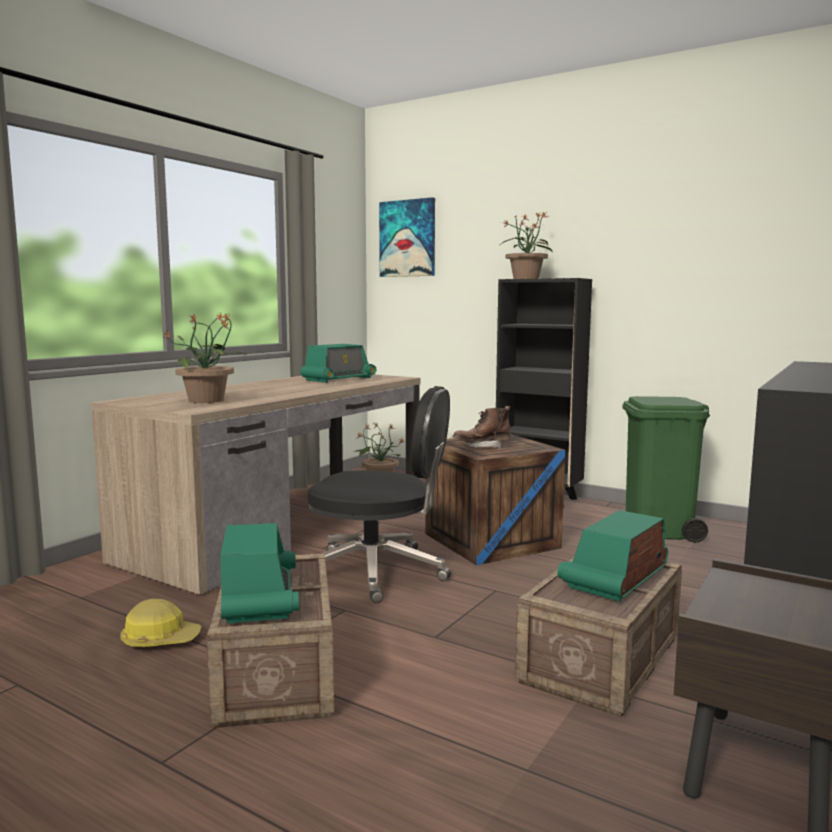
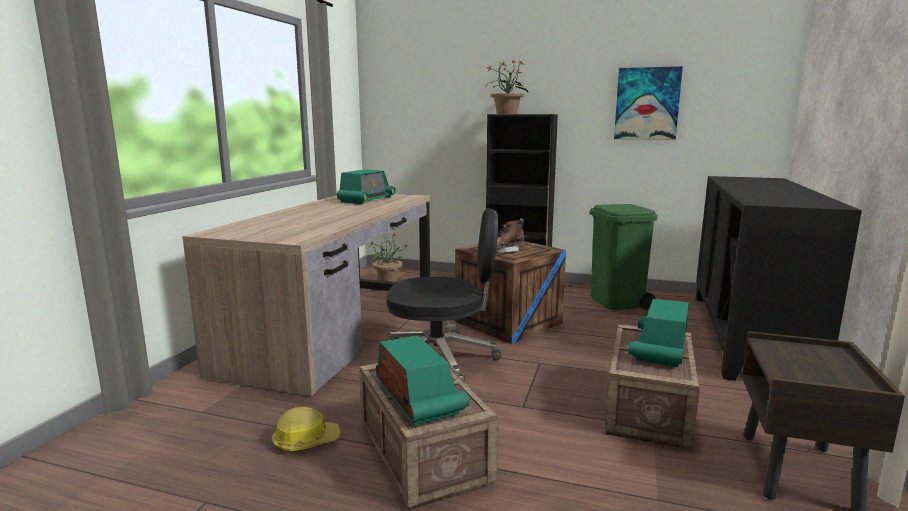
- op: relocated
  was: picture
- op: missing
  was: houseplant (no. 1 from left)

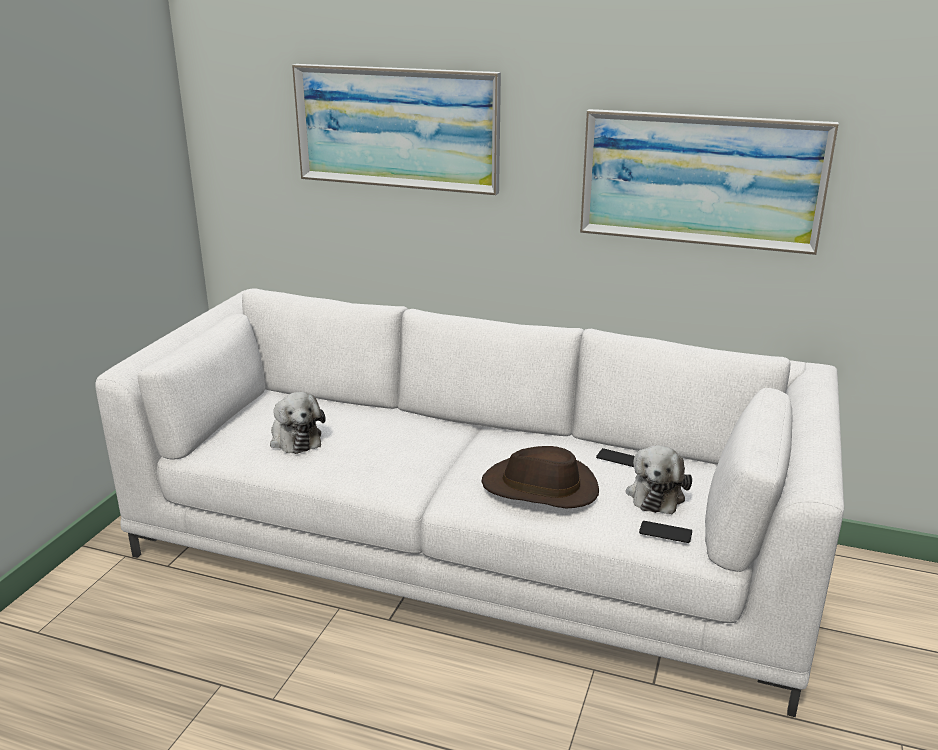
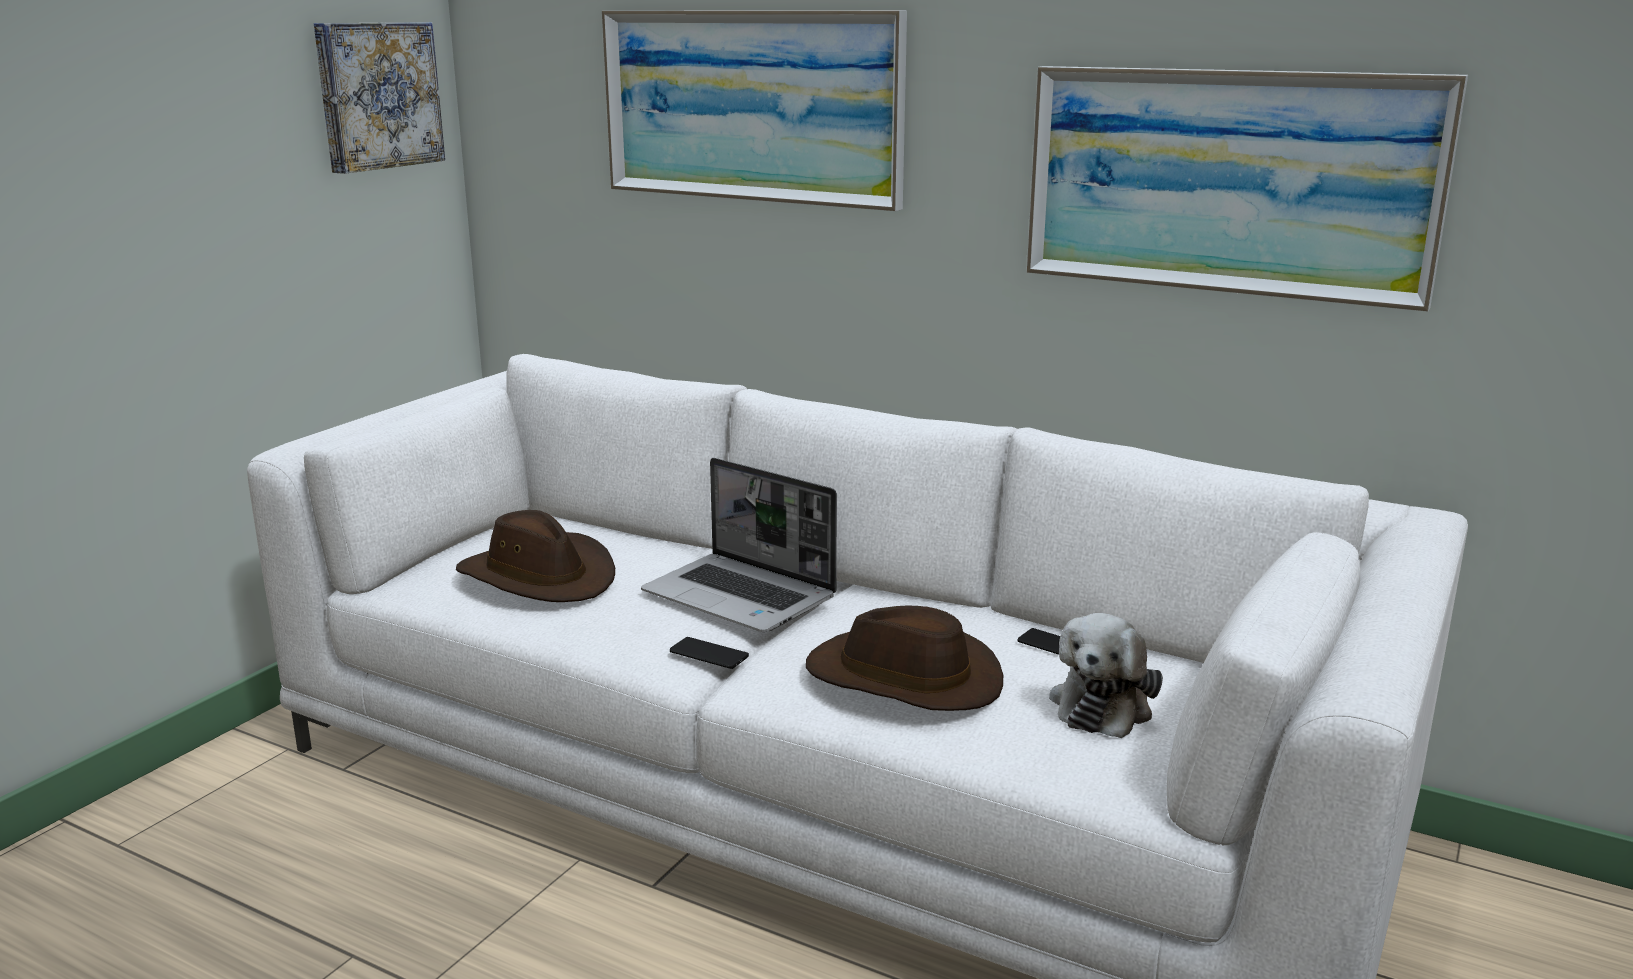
- op: appeared
  now: picture (no. 1 from left)
- op: exchanged
  was: cuddly toy (no. 1 from left)
  now: hat (brown-coloured) (no. 1 from left)
- op: appeared
  now: portable computer
- op: relocated
  was: telephone (no. 2 from left in the first image)
  now: telephone (no. 1 from left)

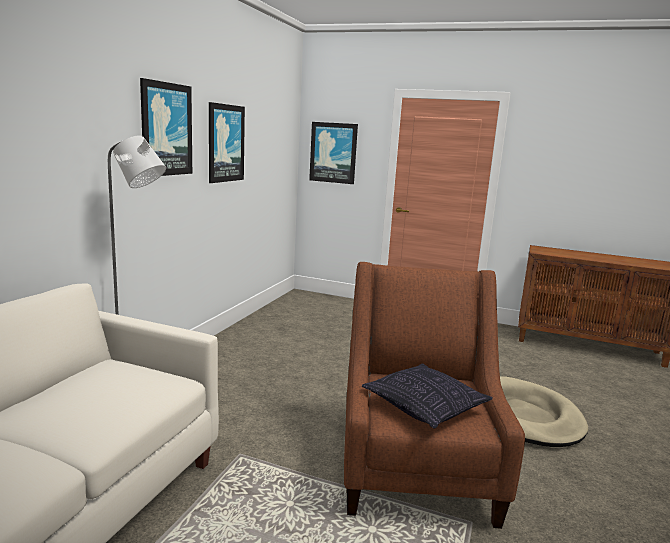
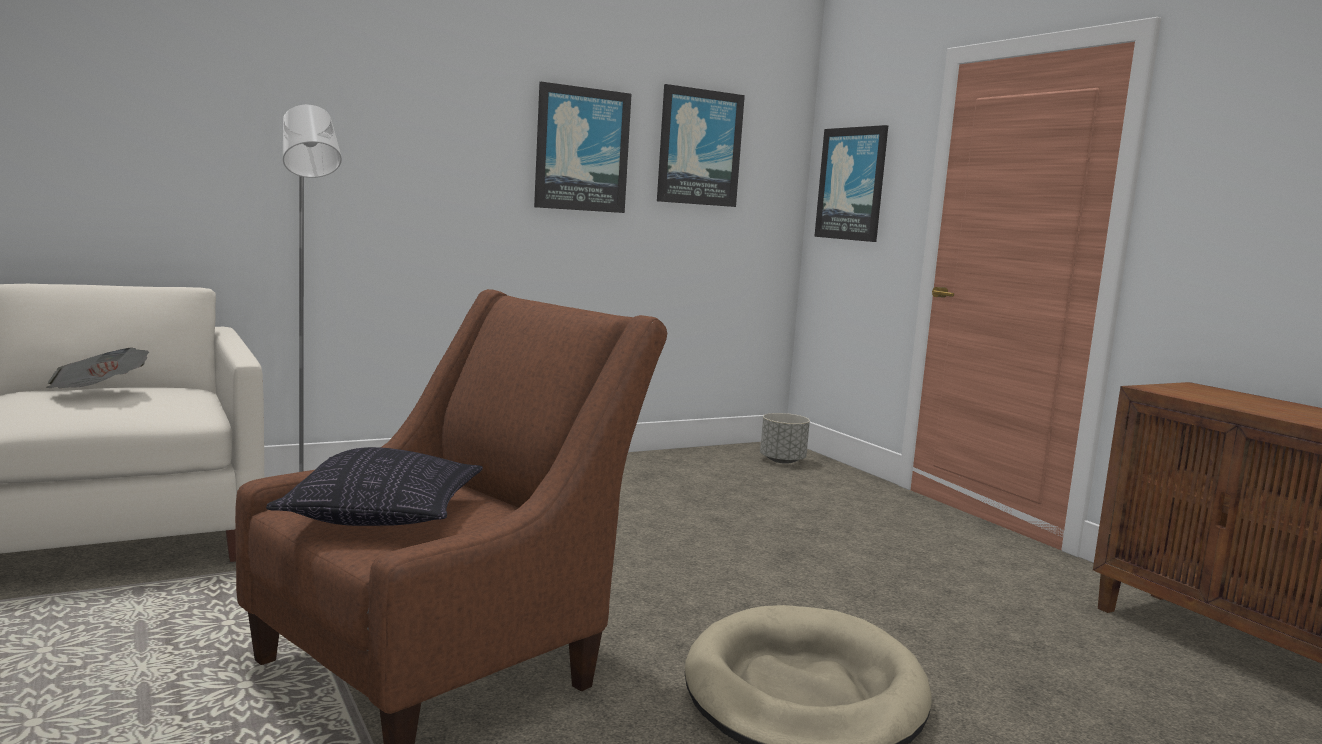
- op: appeared
  now: printed paper
- op: relocated
  was: picture (no. 1 from left in the first image)
  now: picture (no. 2 from left)
- op: appeared
  now: planter (gray)

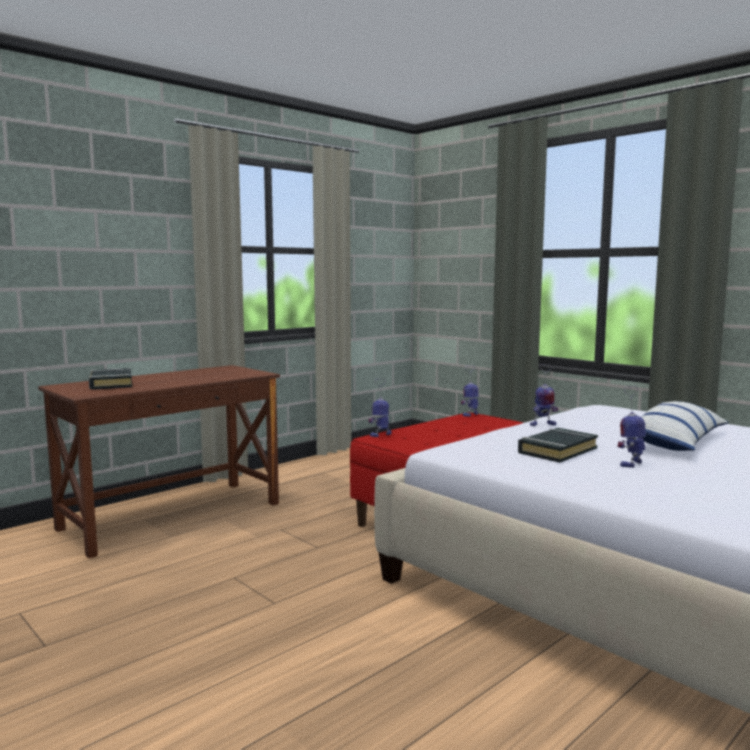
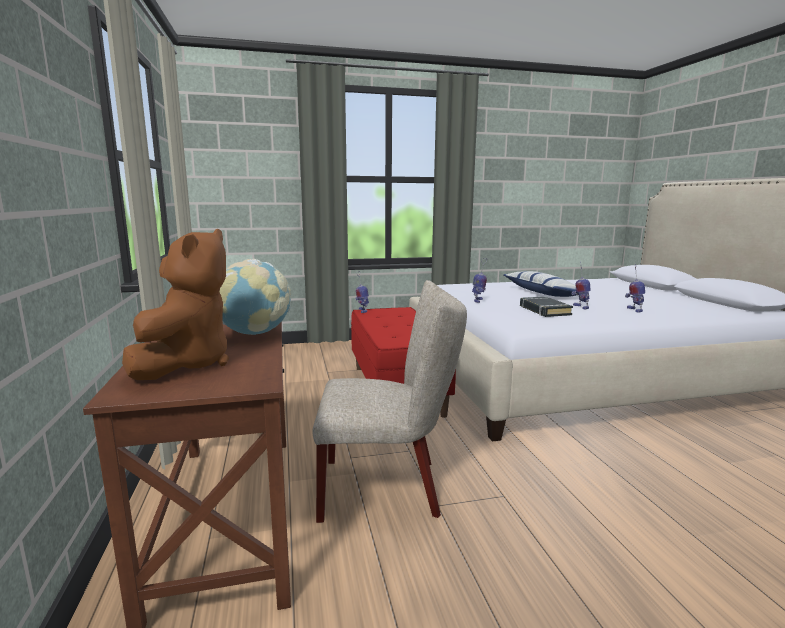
- op: exchanged
  was: book (blackish) (no. 1 from left)
  now: cuddly toy (brown-coloured)
- op: appeared
  now: globe
- op: appeared
  now: chair (beige)
- op: relocated
  was: toy robot (no. 1 from left in the first image)
  now: toy robot (no. 4 from left)

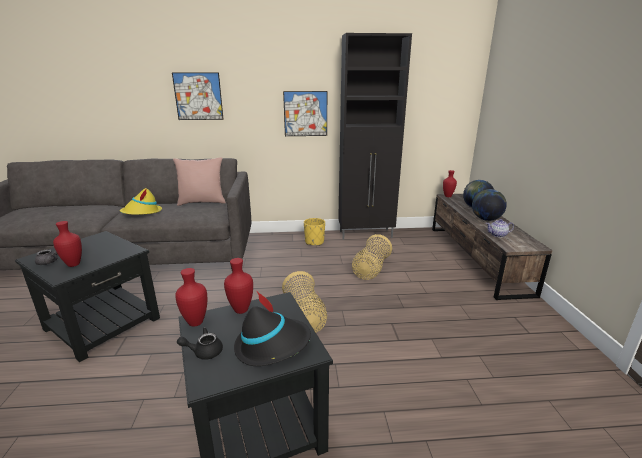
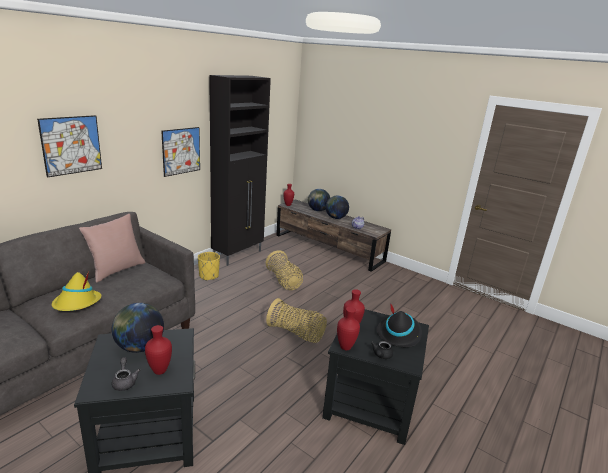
- op: appeared
  now: globe (no. 1 from left)

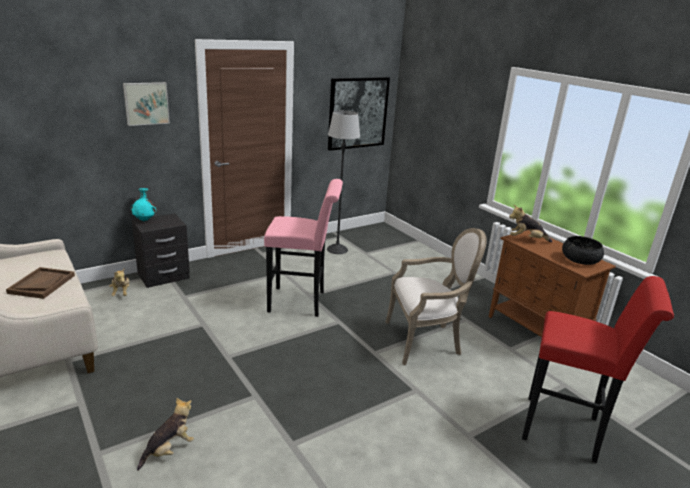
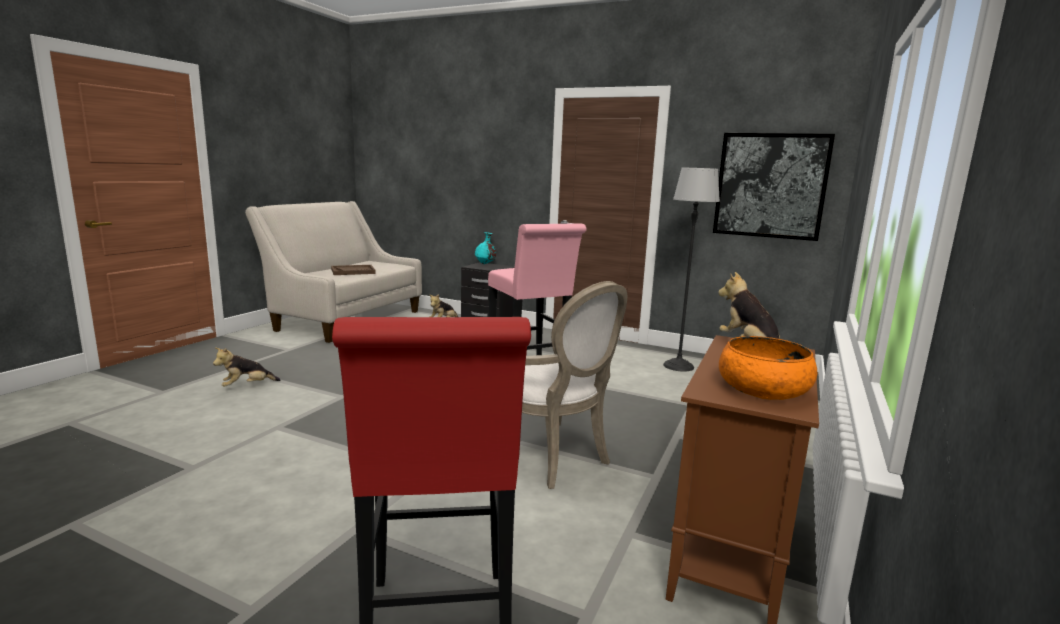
- op: spun
  was: cuddly toy (no. 2 from left in the first image)
  clockwise: 135
- op: colour
  was: bowl (blackish)
  now: bowl (orange)
- op: missing
  was: picture (no. 1 from left)

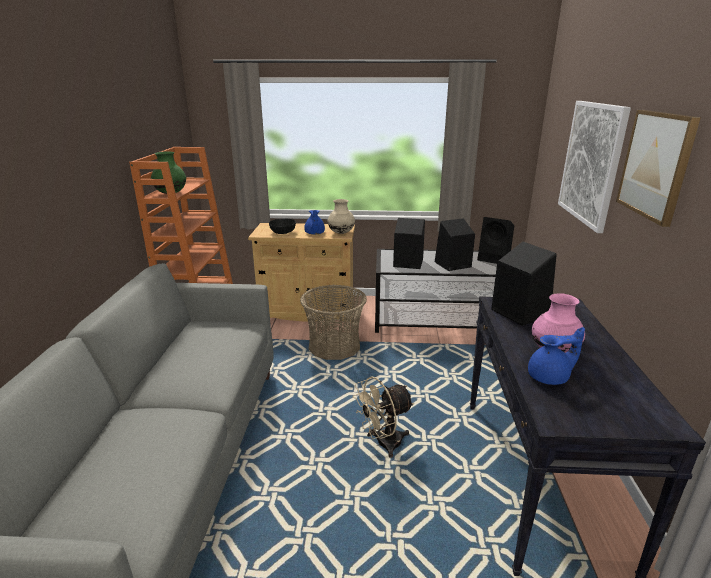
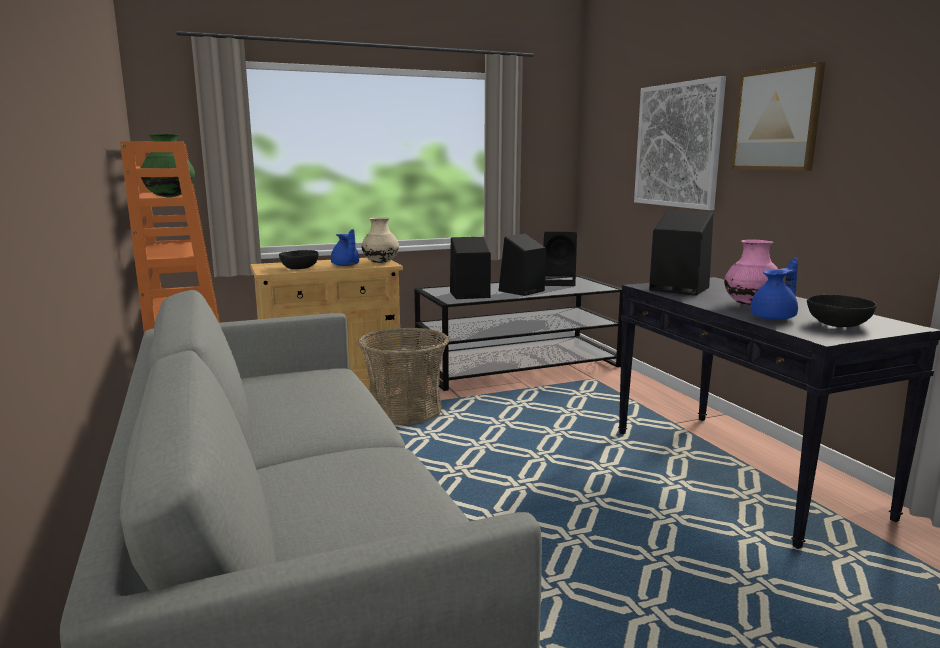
- op: appeared
  now: bowl (blackish) (no. 2 from left)
- op: missing
  was: electric fan (beige)

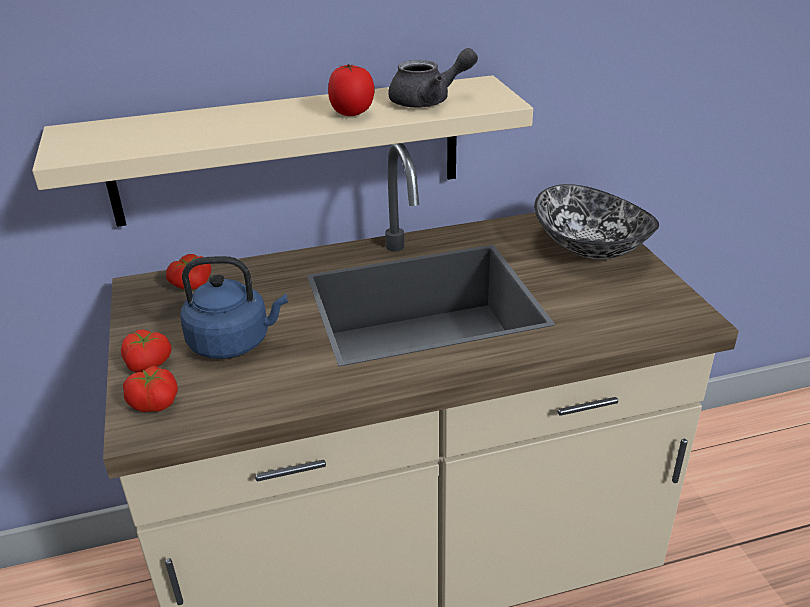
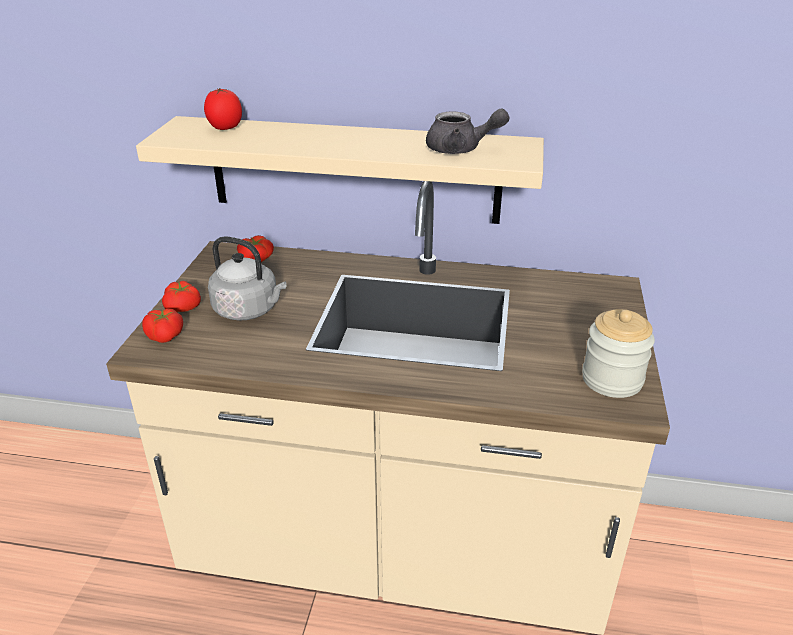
- op: relocated
  was: tomato (no. 4 from left in the first image)
  now: tomato (no. 3 from left)
- op: colour
  was: kettle (bluish)
  now: kettle (gray)
- op: appeared
  now: preserve jar
- op: missing
  was: bowl

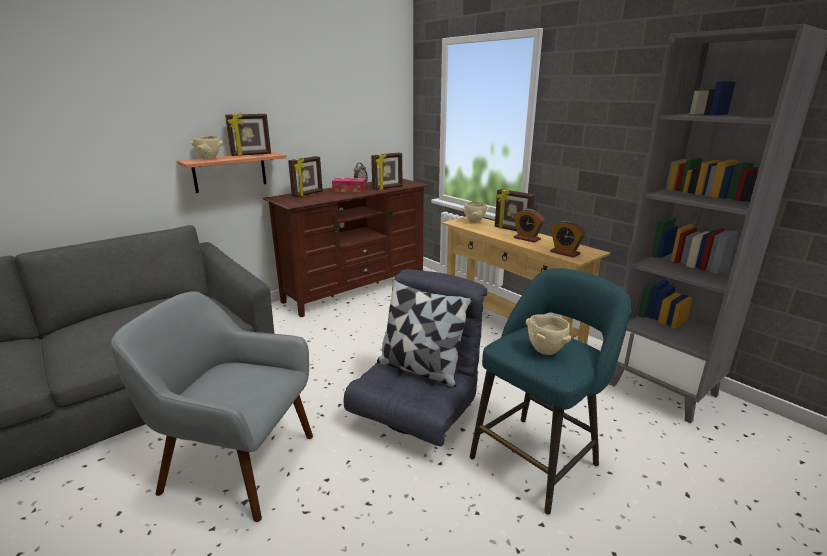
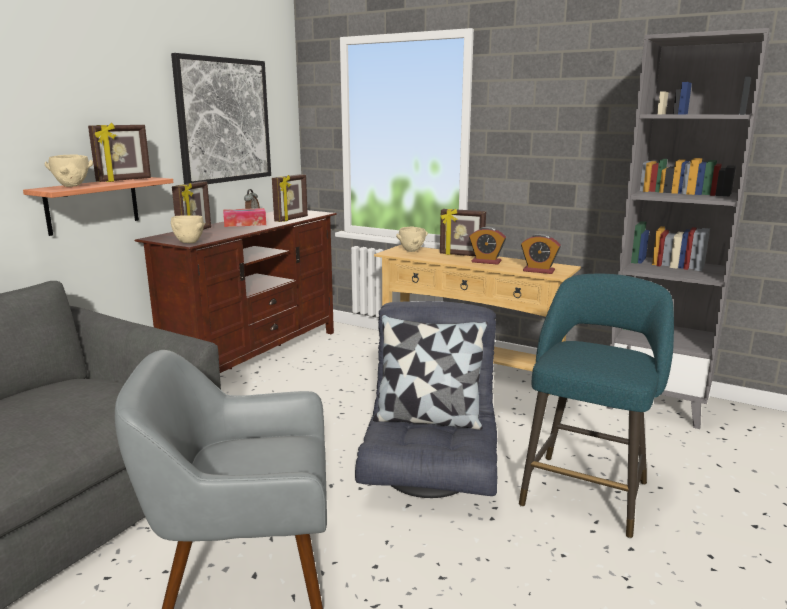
- op: appeared
  now: picture
- op: relocated
  was: bowl (beige) (no. 3 from left in the first image)
  now: bowl (beige) (no. 2 from left)

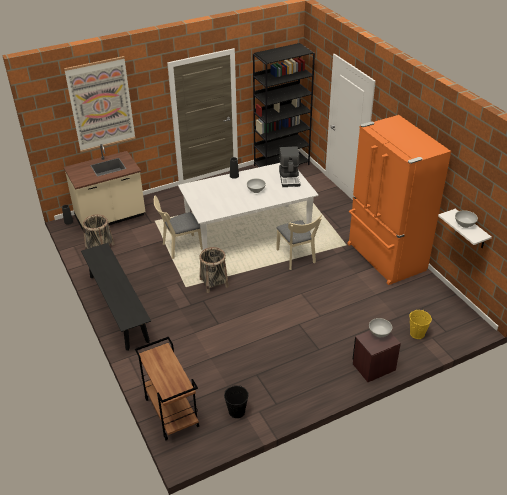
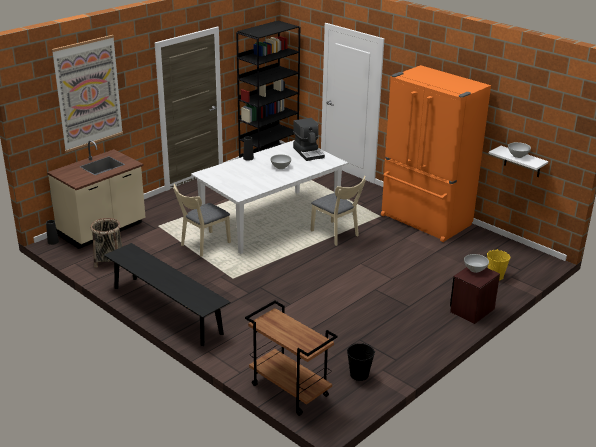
- op: missing
  was: basket (no. 2 from left)

